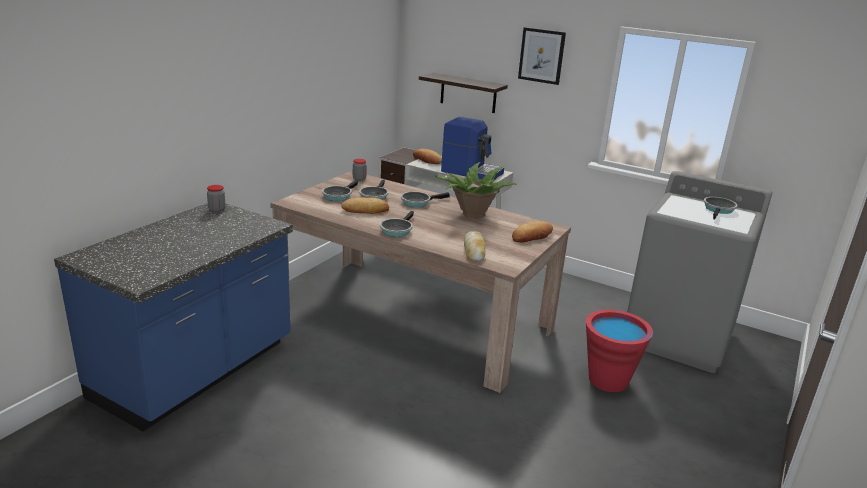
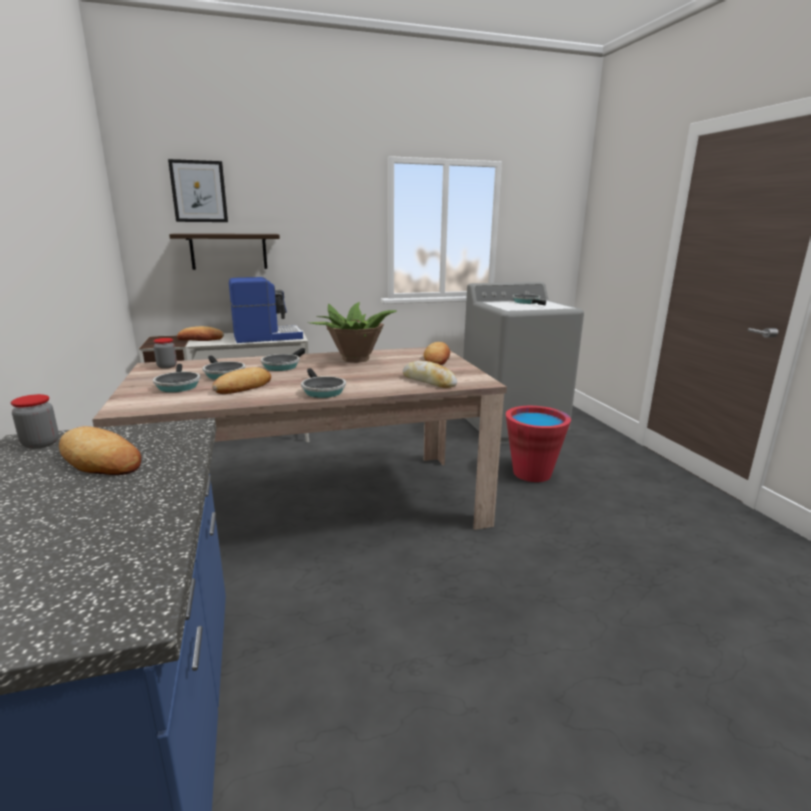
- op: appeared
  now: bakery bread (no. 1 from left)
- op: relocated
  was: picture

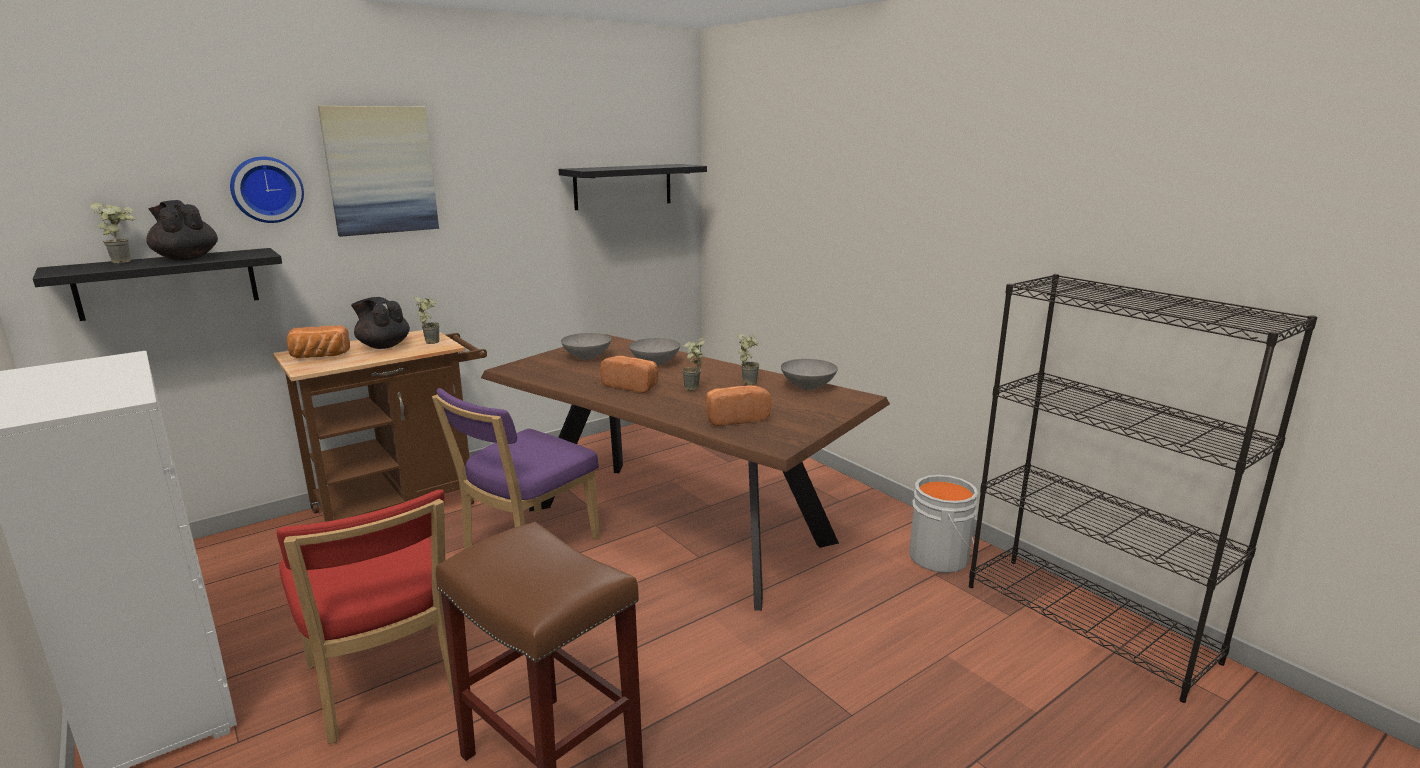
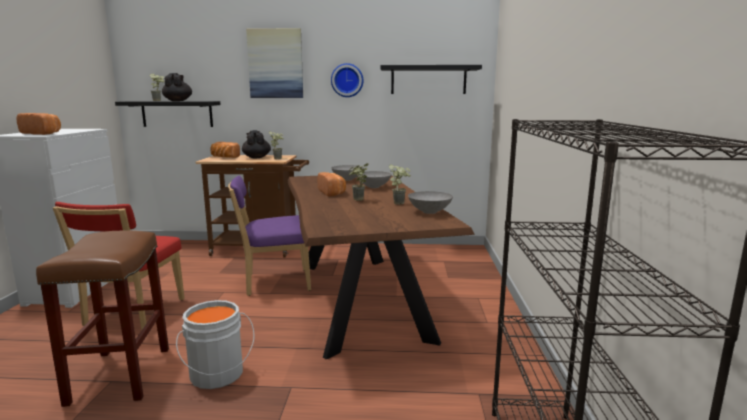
- op: relocated
  was: bakery bread (no. 3 from left in the first image)
  now: bakery bread (no. 1 from left)
- op: relocated
  was: bucket (gray)
- op: relocated
  was: wall clock

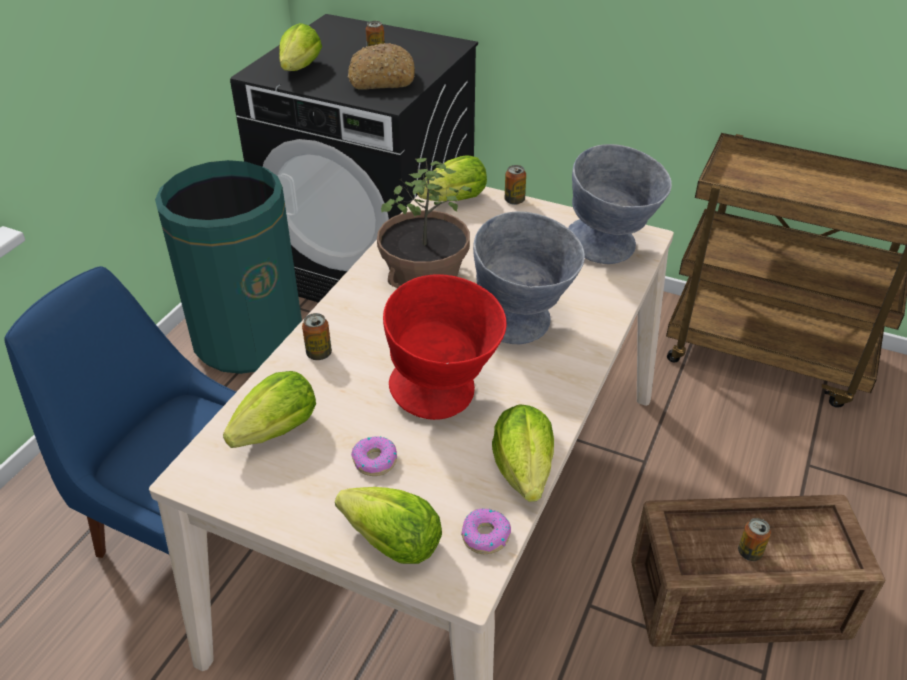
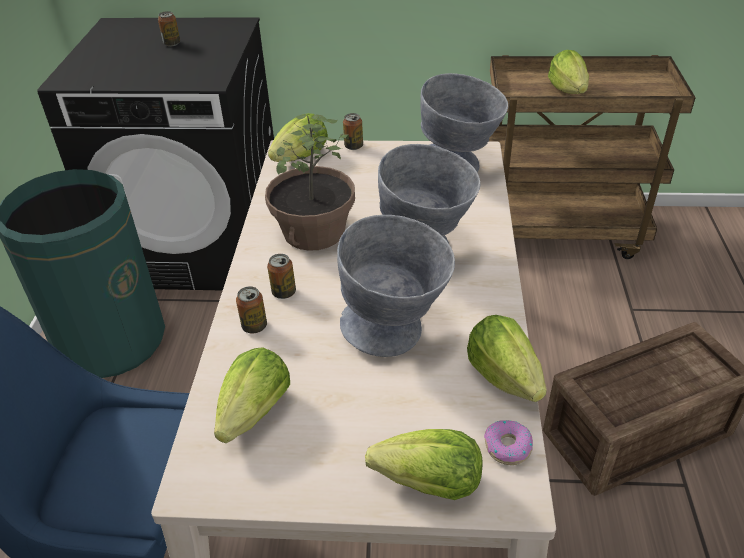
- op: relocated
  was: sealed can (no. 4 from left in the first image)
  now: sealed can (no. 3 from left)
- op: colour
  was: bowl (red-coloured)
  now: bowl (gray) (no. 1 from left)
- op: relocated
  was: lettuce (no. 2 from left in the first image)
  now: lettuce (no. 5 from left)
- op: missing
  was: bakery bread
- op: missing
  was: doughnut (no. 1 from left)

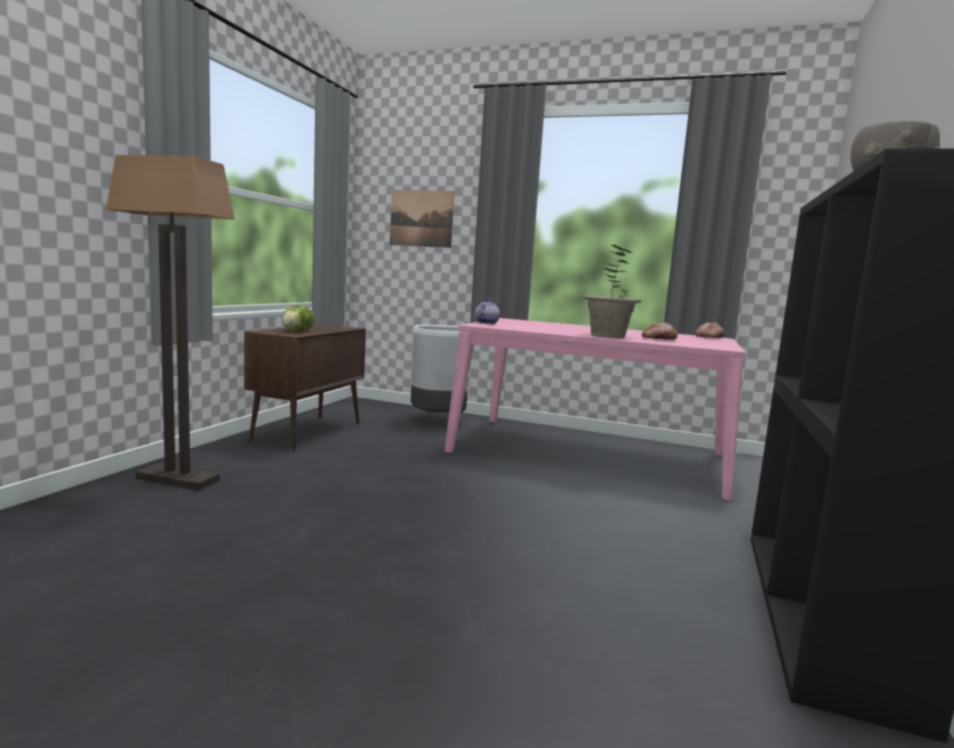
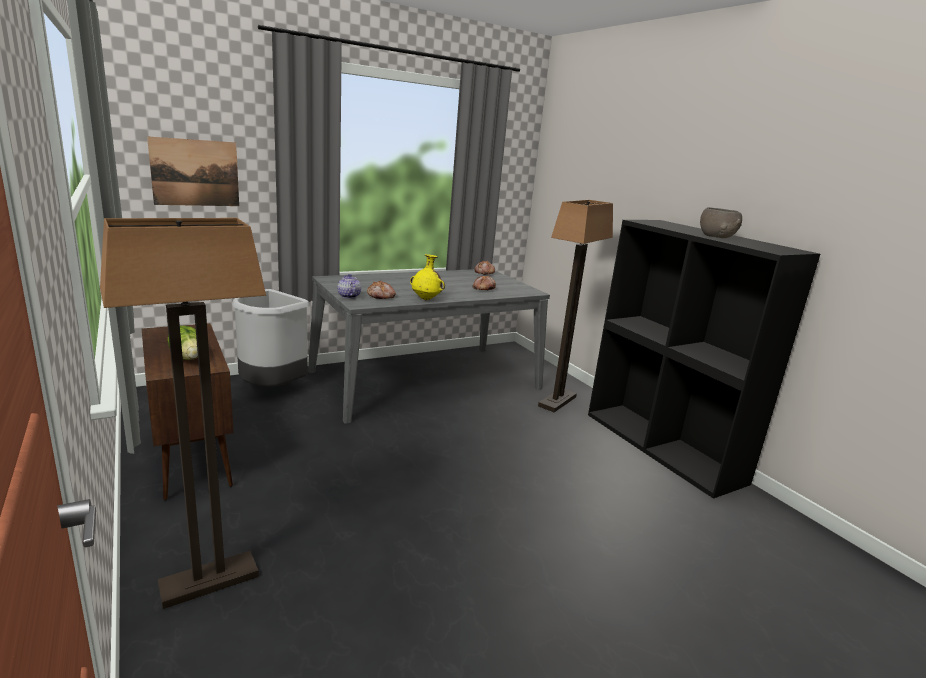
- op: colour
  was: dinner table (pink)
  now: dinner table (gray)
- op: appeared
  now: bakery bread (no. 1 from left)
- op: appeared
  now: flower vase (yellow-coloured)
- op: appeared
  now: floor lamp (no. 2 from left)
- op: missing
  was: houseplant

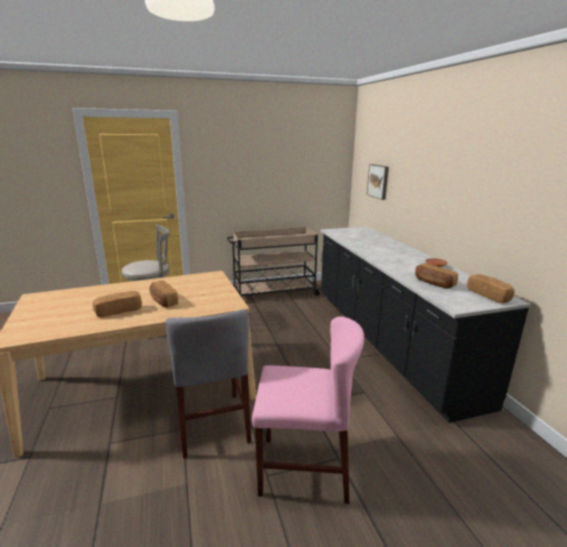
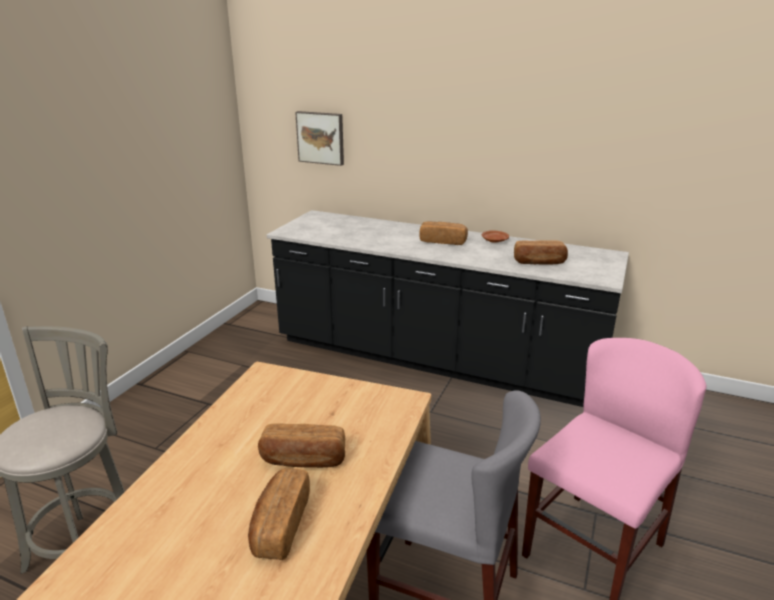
- op: relocated
  was: bakery bread (no. 4 from left in the first image)
  now: bakery bread (no. 3 from left)
- op: missing
  was: trolley (beige)

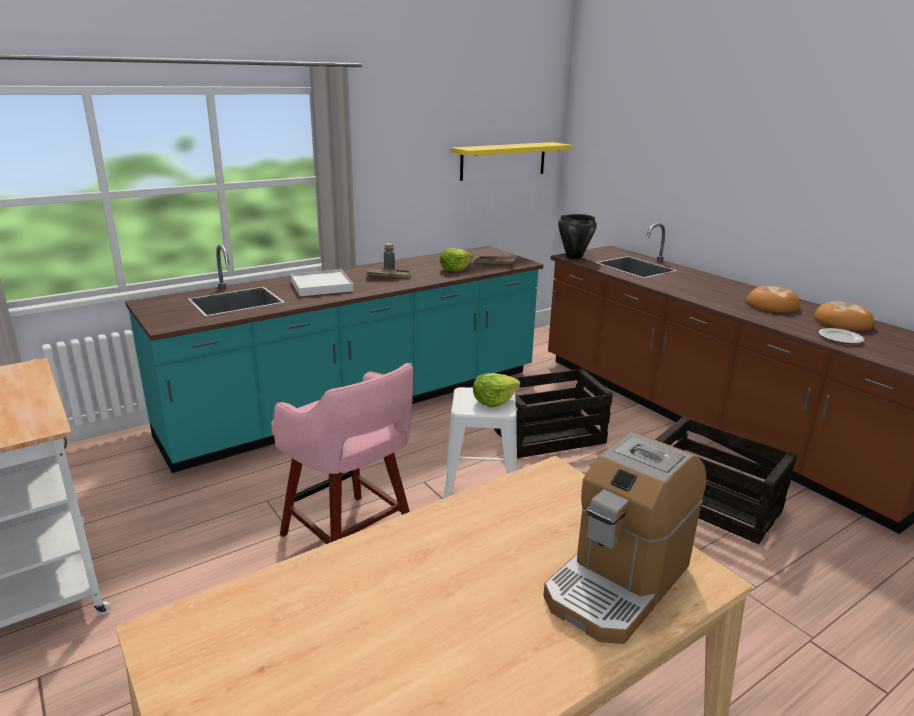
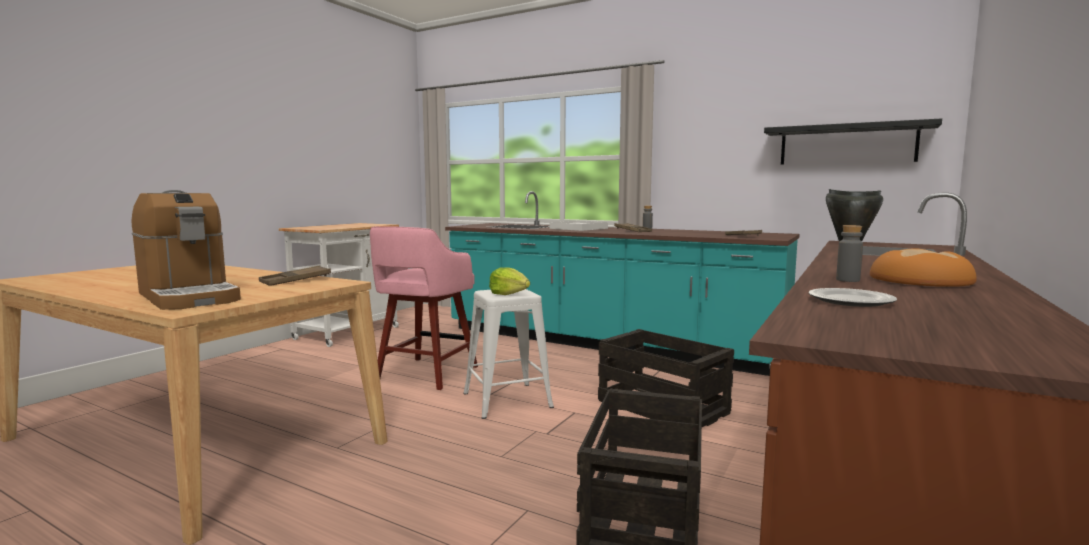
- op: spun
  was: coffee maker
  clockwise: -150
- op: appeared
  now: serving tray (brown-coloured) (no. 1 from left)
- op: colour
  was: shelf (yellow-coloured)
  now: shelf (blackish)
- op: appeared
  now: beverage bottle (gray) (no. 2 from left)
- op: missing
  was: lettuce (no. 1 from left)
- op: missing
  was: bakery bread (no. 2 from left)

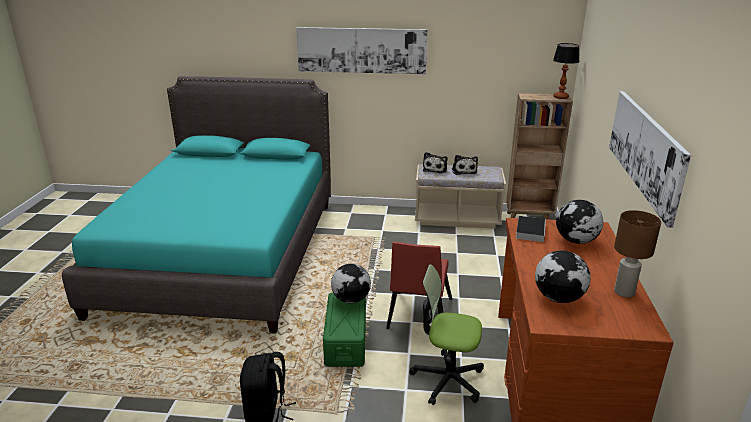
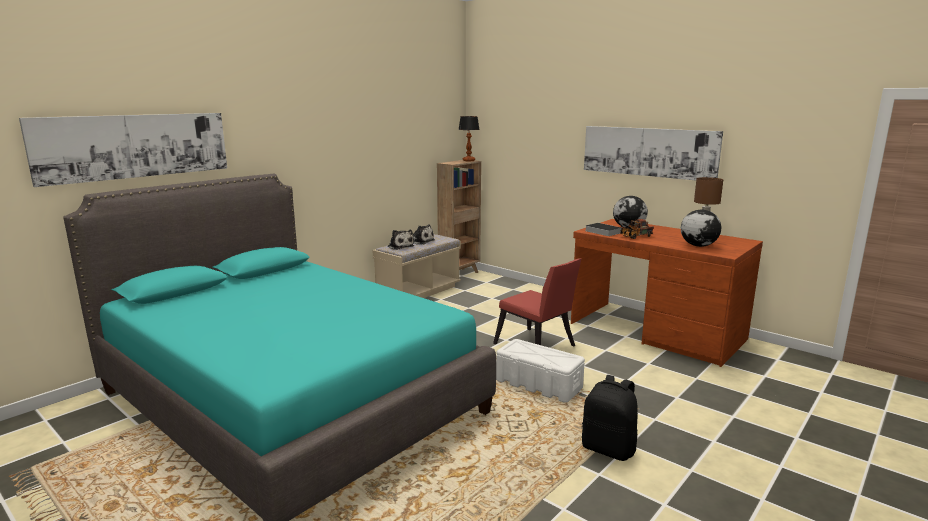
- op: relocated
  was: picture (no. 1 from left)
- op: colour
  was: storage box (greenish)
  now: storage box (white)
- op: appeared
  now: model truck
- op: missing
  was: globe (no. 1 from left)
- op: missing
  was: office chair

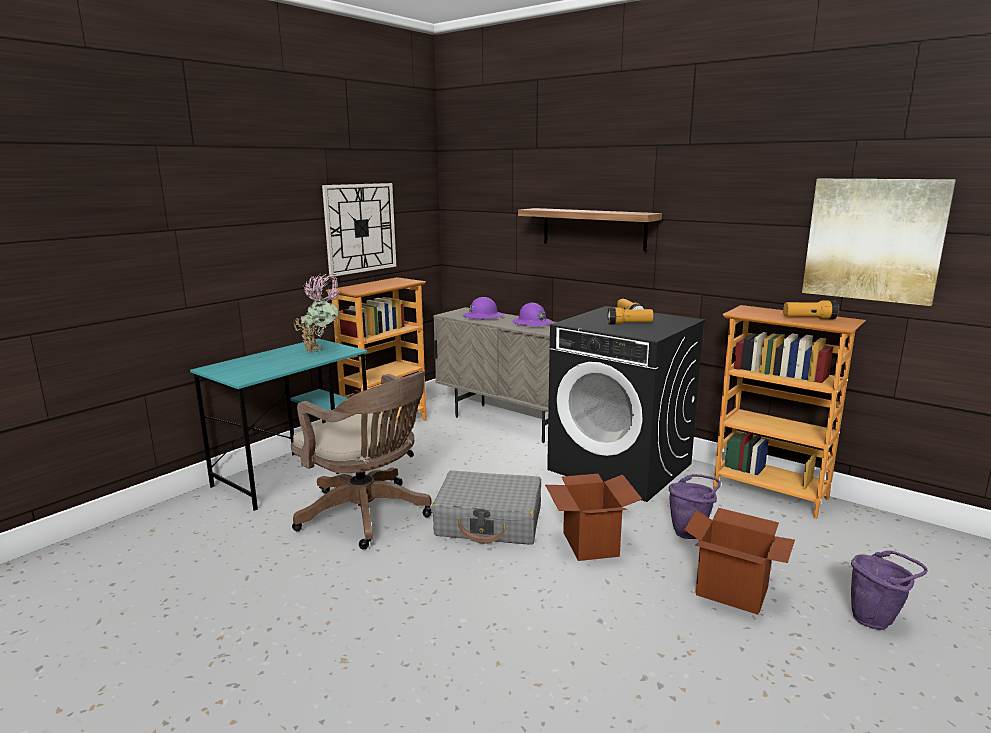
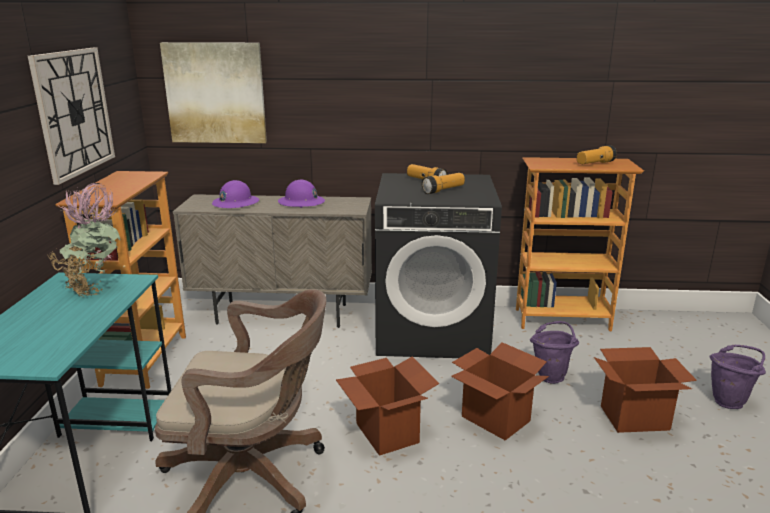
- op: relocated
  was: picture
- op: exchanged
  was: suitcase (gray)
  now: carton (no. 1 from left)
- op: missing
  was: shelf

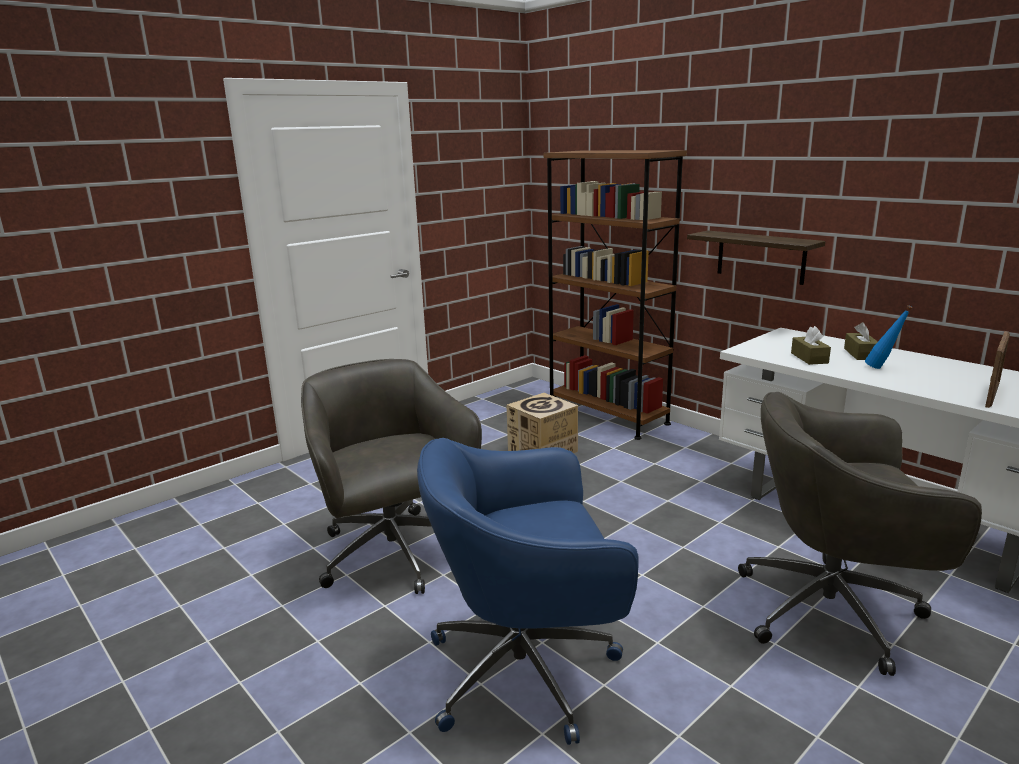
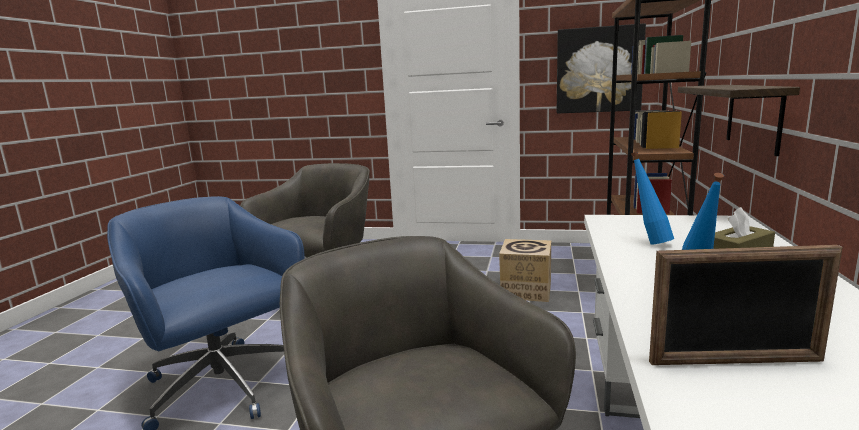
- op: appeared
  now: picture
- op: exchanged
  was: tissue holder (brown-coloured) (no. 1 from left)
  now: beverage bottle (bluish) (no. 1 from left)

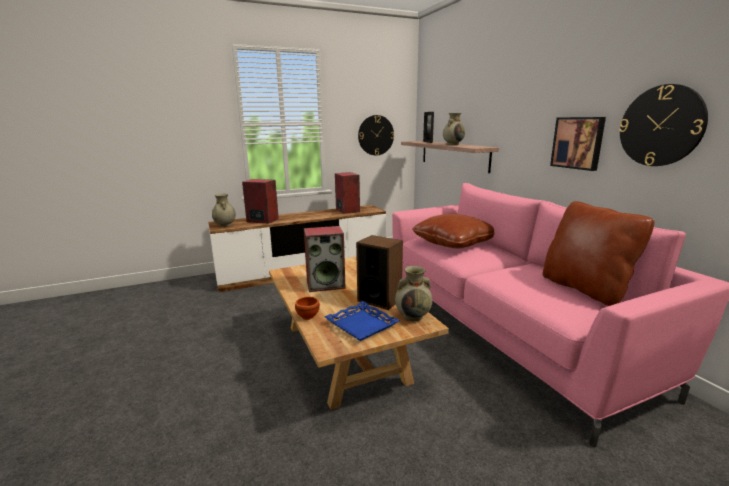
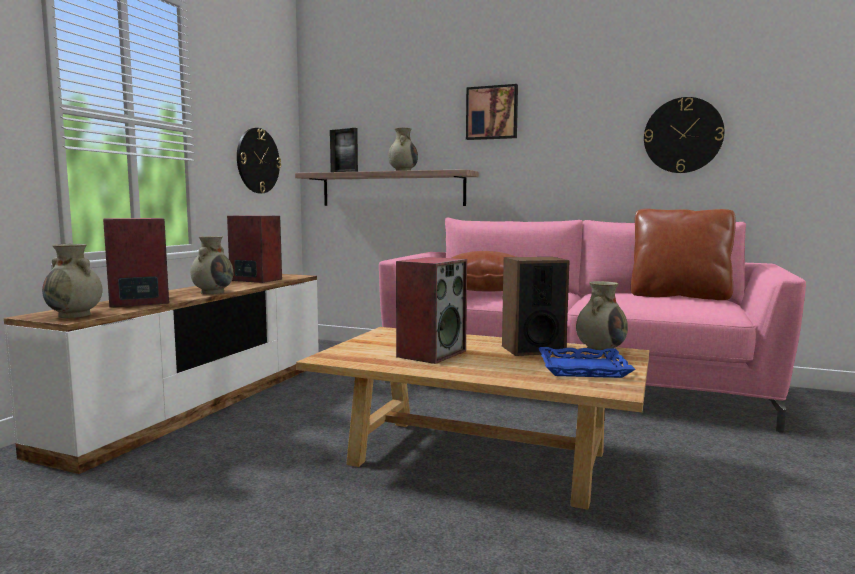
- op: appeared
  now: flower vase (beige) (no. 2 from left)
- op: relocated
  was: picture
- op: missing
  was: bowl (brown-coloured)

